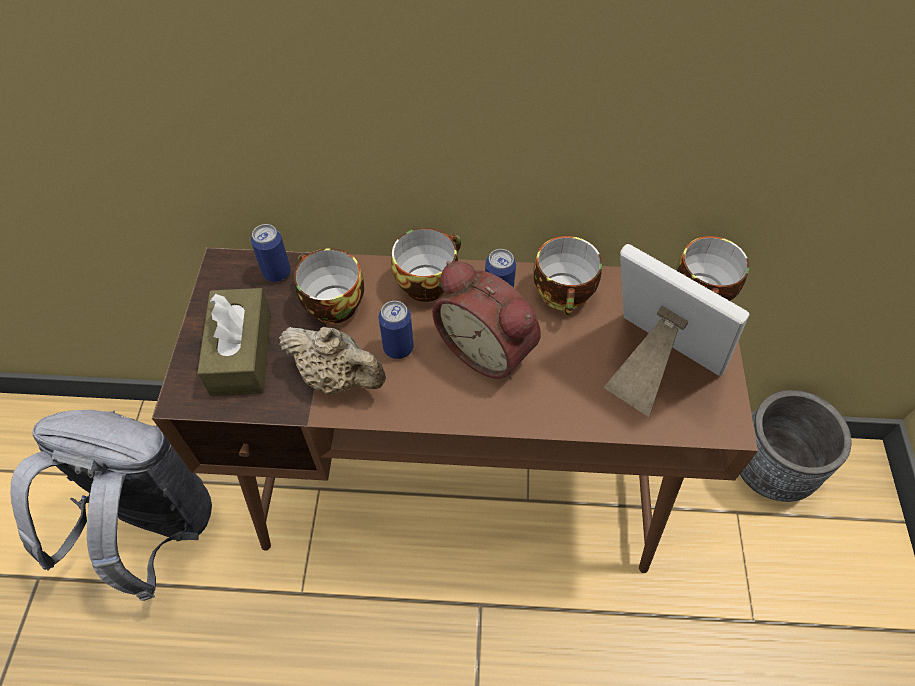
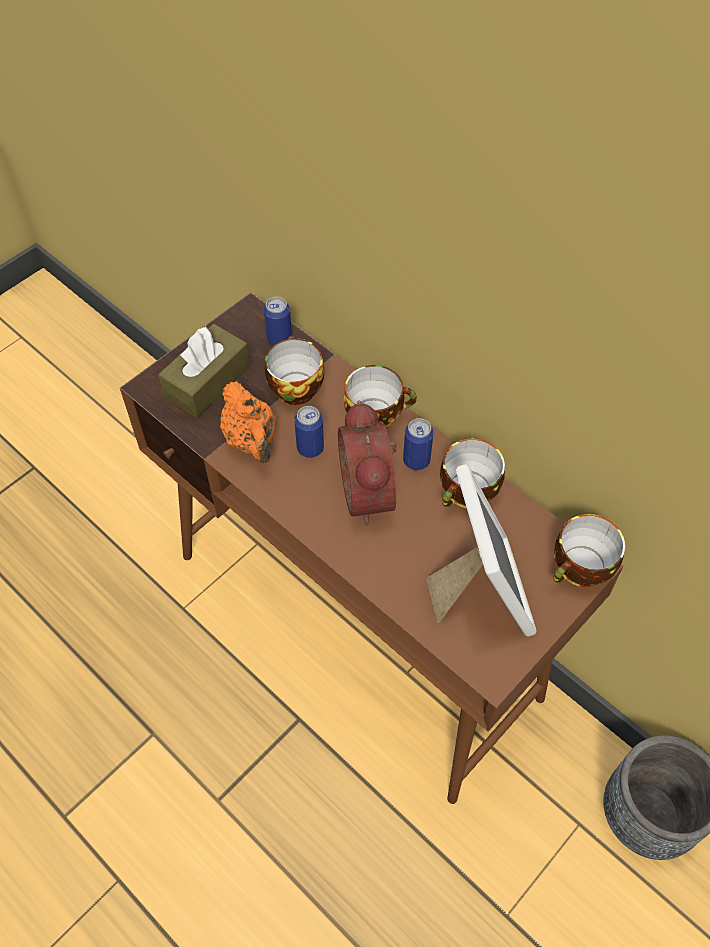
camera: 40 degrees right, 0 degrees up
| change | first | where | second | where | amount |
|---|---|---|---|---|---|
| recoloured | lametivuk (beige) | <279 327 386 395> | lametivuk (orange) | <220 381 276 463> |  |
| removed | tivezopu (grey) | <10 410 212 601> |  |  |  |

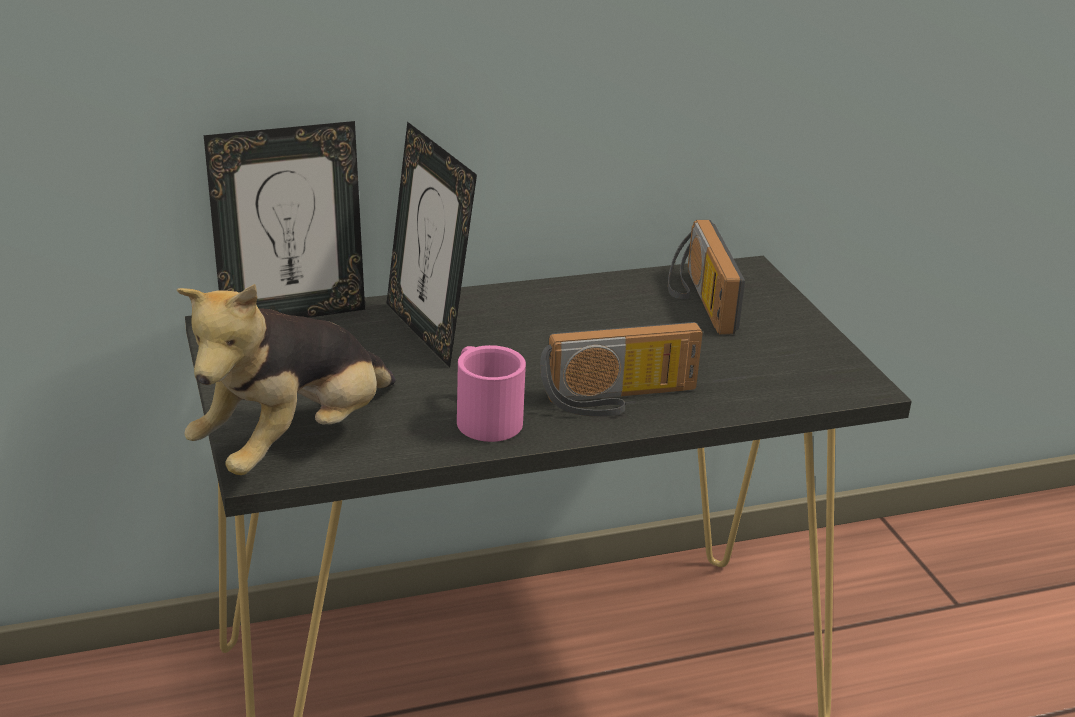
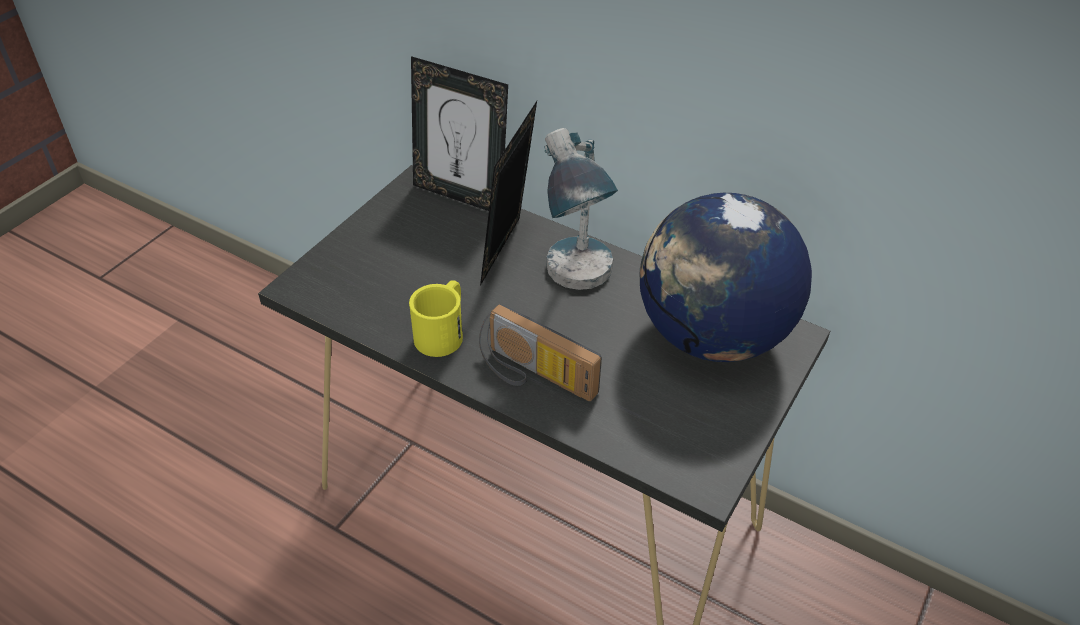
camera: 50 degrees right, 15 degrees up
| change | first | where | second | where | amount |
|---|---|---|---|---|---|
| recoloured | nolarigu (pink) | <457 345 526 442> | nolarigu (yellow) | <409 280 463 357> |  |
| added |  |  | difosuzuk | <544 128 618 290> |  |
| replaced | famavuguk | <668 220 745 335> | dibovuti | <640 193 812 362> |  |
| removed | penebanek | <177 284 396 475> |  |  |  |

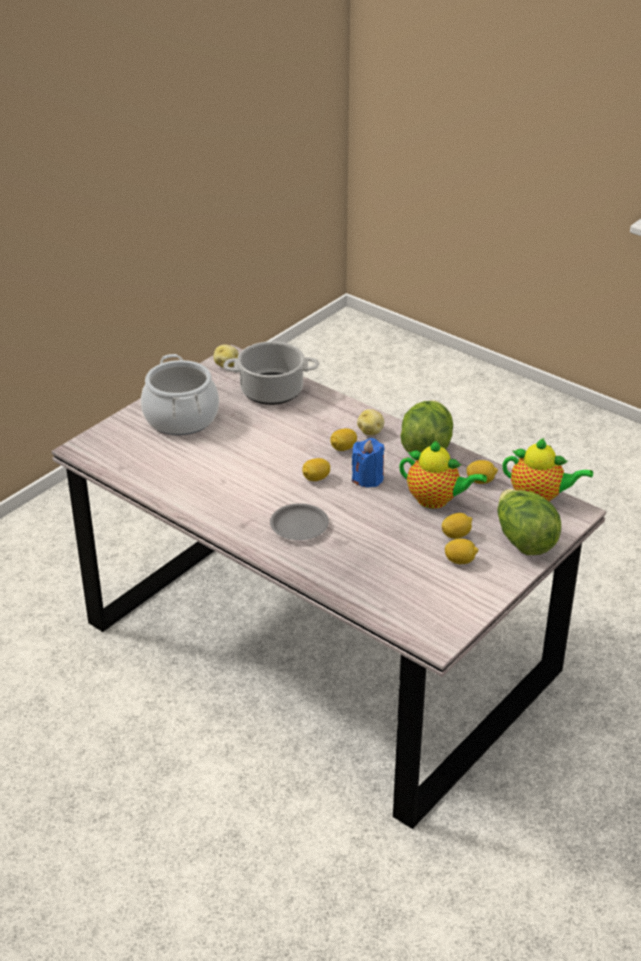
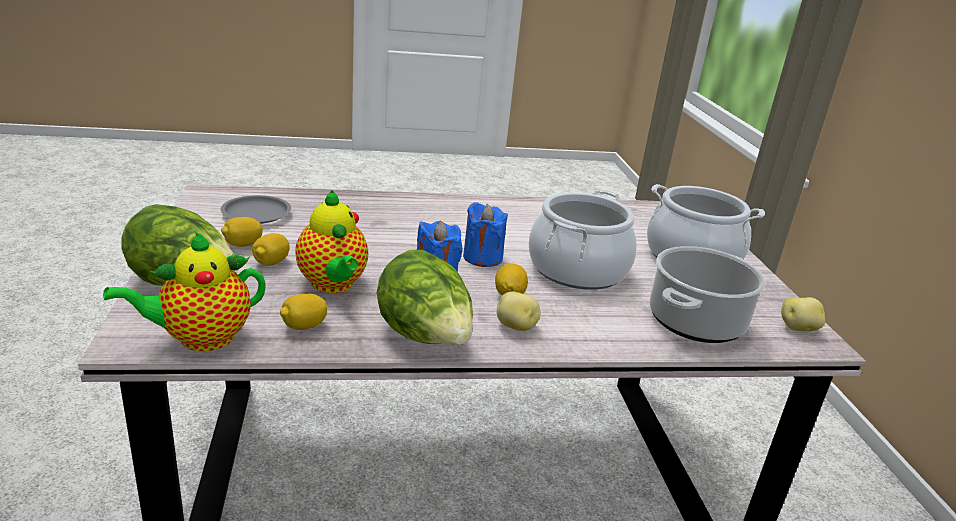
camera: 130 degrees right, 10 degrees down
| change | first | where | second | where | amount |
|---|---|---|---|---|---|
| moved | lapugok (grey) | <270 503 329 540> |  | <221 195 291 224> |  |
| turned | lametivuk | <399 441 487 509> |  | <295 190 368 293> | 90 degrees counterclockwise |
| replaced | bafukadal | <302 458 330 481> | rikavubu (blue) | <463 202 508 267> |  |
| added |  |  | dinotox | <529 189 637 290> |  |

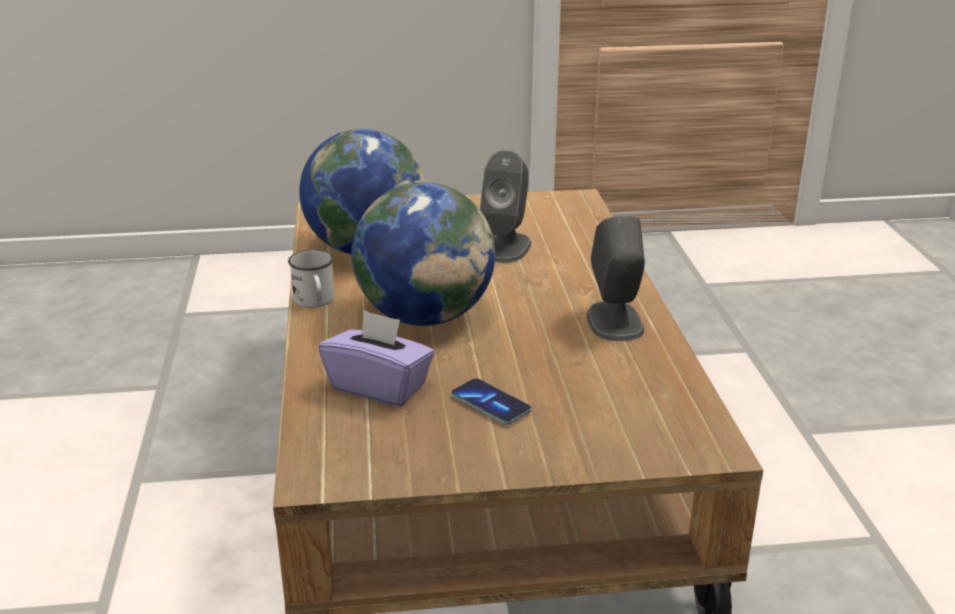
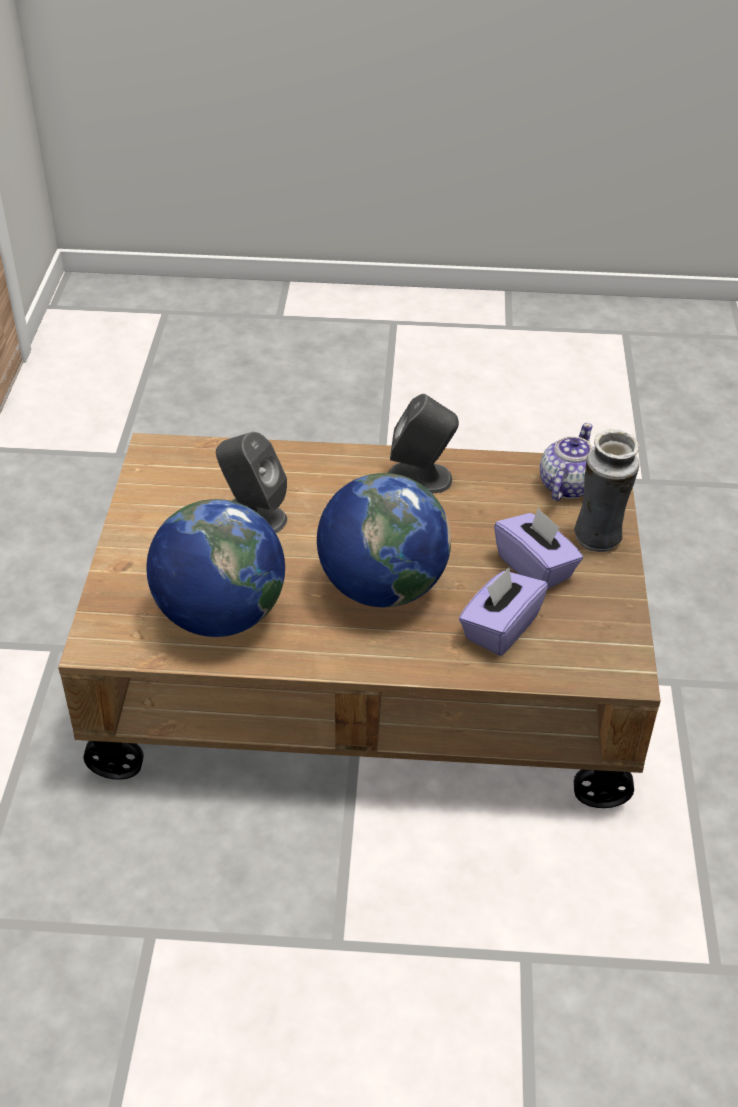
camera: 80 degrees left, 15 degrees up
| change | first | where | second | where | amount |
|---|---|---|---|---|---|
| replaced | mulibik | <451 378 531 425> | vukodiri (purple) | <494 507 583 590> |  |
| added |  |  | lametivuk | <540 423 594 501> |  |
| added |  |  | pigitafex | <574 429 639 552> |  |
| removed | nolarigu (white) | <288 250 334 308> |  |  |  |

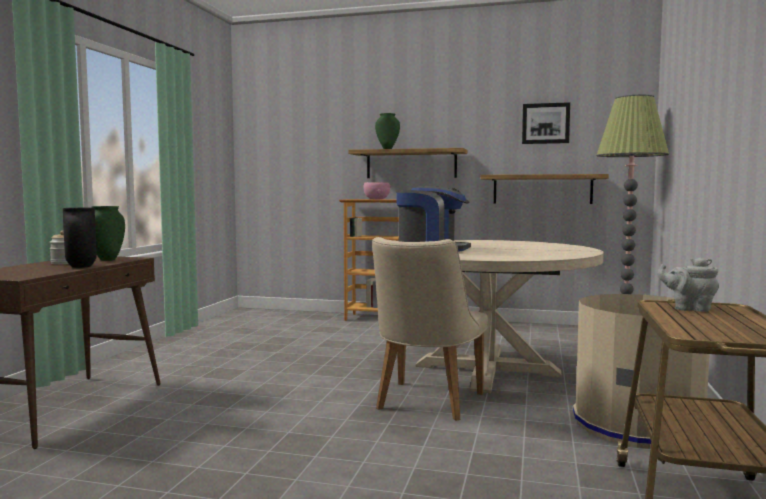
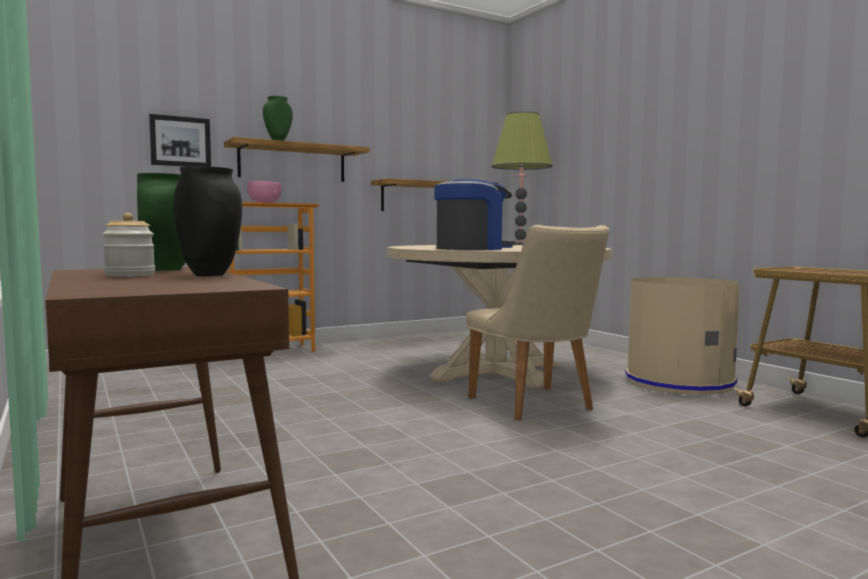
camera: 45 degrees left, 0 degrees up
| change | first | where | second | where | amount |
|---|---|---|---|---|---|
| moved | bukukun | <522 102 570 144> |  | <149 114 211 167> |  |
| removed | lametivuk (grey) | <657 257 719 312> |  |  |  |

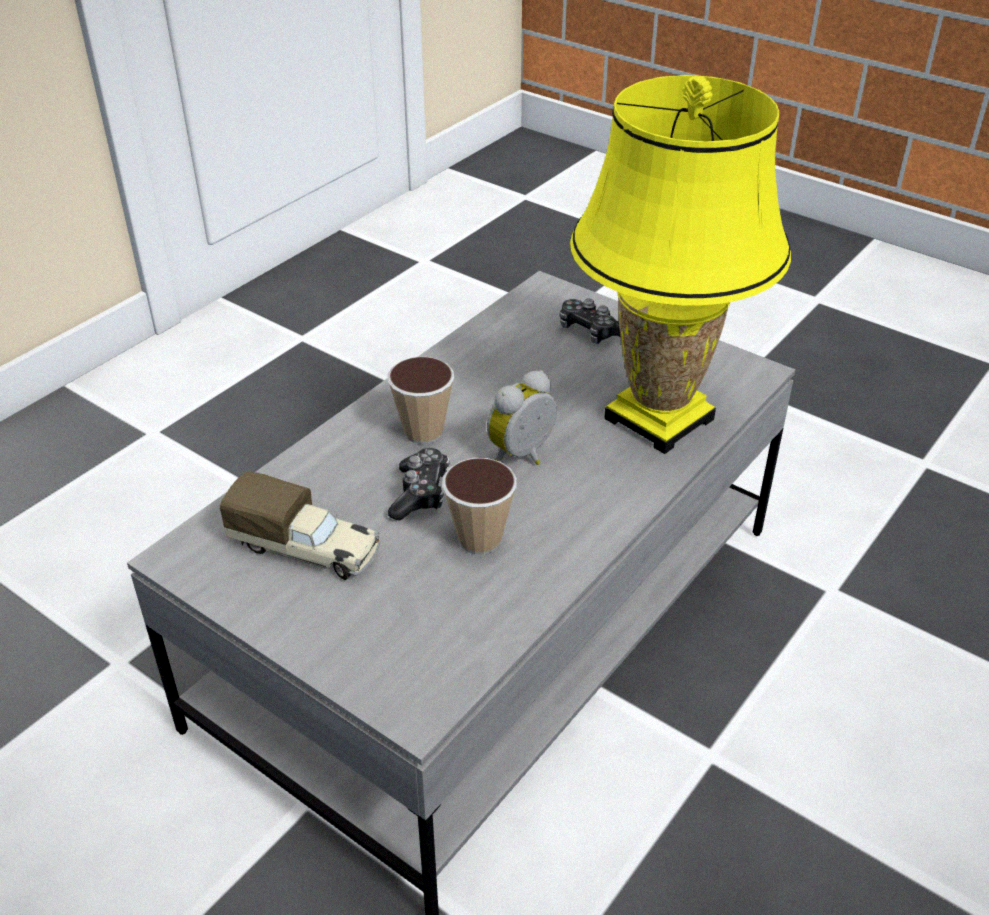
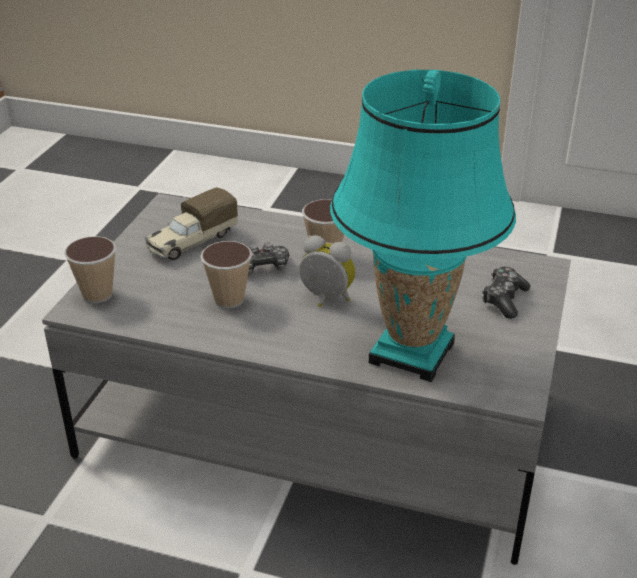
camera: 70 degrees right, 5 degrees down
| change | first | where | second | where | amount |
|---|---|---|---|---|---|
| added |  |  | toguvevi | <64 236 116 303> |  |
| turned | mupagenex | <220 471 381 580> |  | <145 187 238 260> | 45 degrees clockwise |
| recoloured | difosuzuk (yellow) | <570 75 791 454> | difosuzuk (turquoise) | <330 70 516 382> |  |

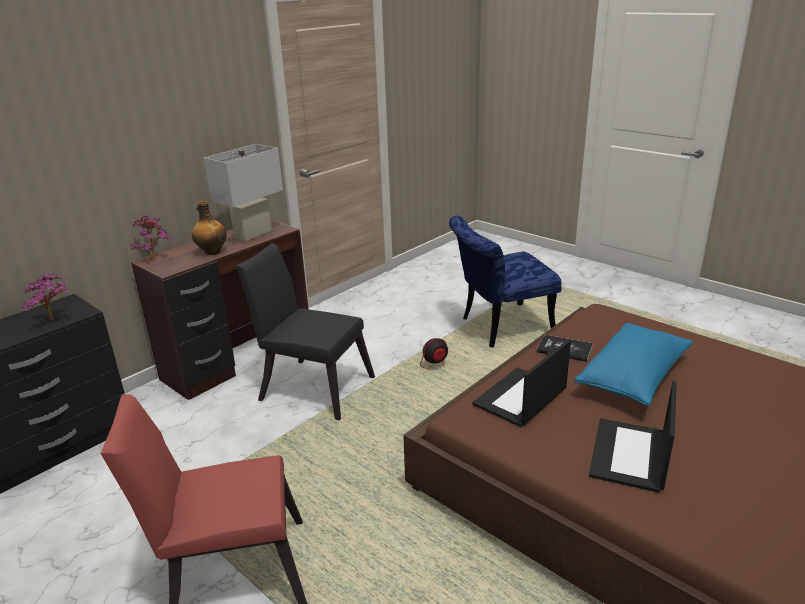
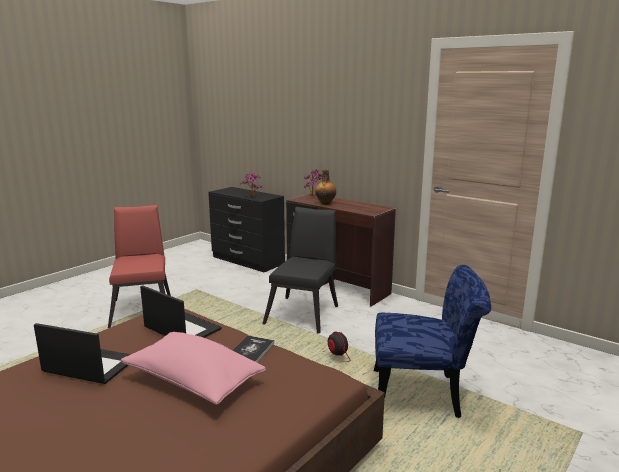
camera: 85 degrees right, 10 degrees down
| change | first | where | second | where | amount |
|---|---|---|---|---|---|
| recoloured | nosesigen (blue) | <575 323 693 406> | nosesigen (pink) | <120 332 266 405> |  |
| turned | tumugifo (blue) | <449 216 562 348> |  | <374 265 491 418> | 120 degrees clockwise |
| removed | difosuzuk (white) | <204 144 283 241> |  |  |  |

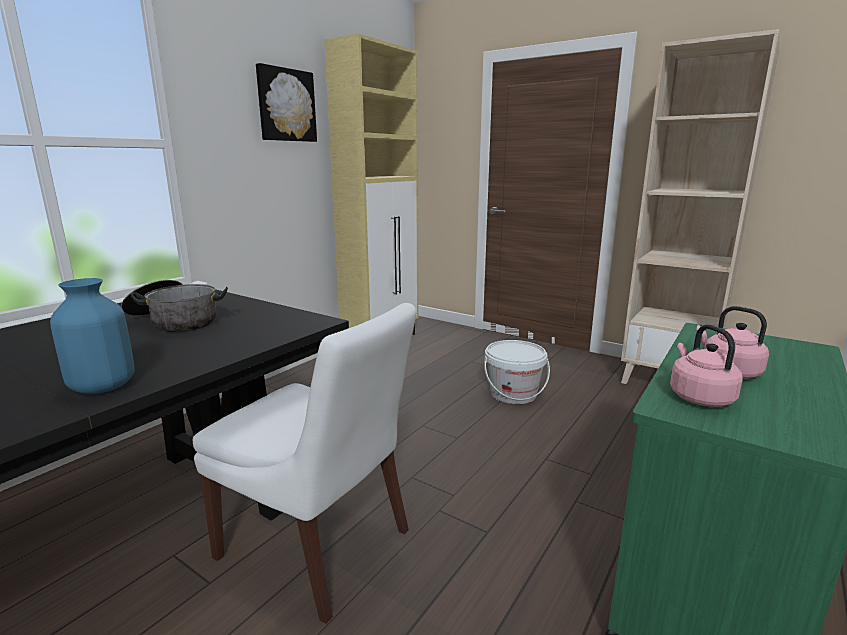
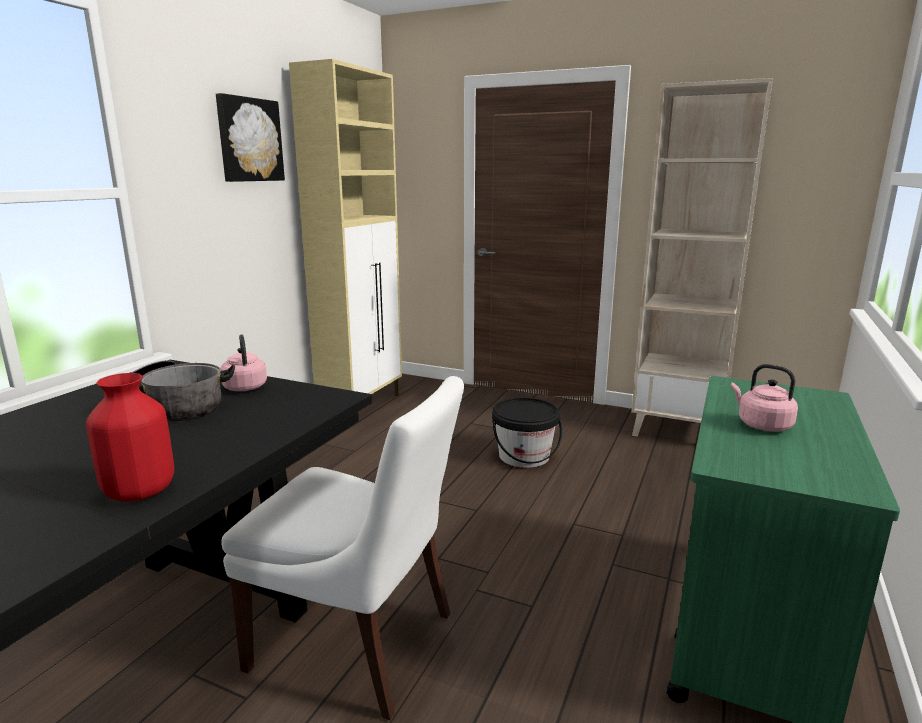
camera: 10 degrees left, 0 degrees up
| change | first | where | second | where | amount |
|---|---|---|---|---|---|
| recoloured | pigitafex (blue) | <50 278 135 394> | pigitafex (red) | <86 373 174 502> |  |
| moved | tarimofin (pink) | <670 324 743 407> |  | <220 334 267 391> |  |
| recoloured | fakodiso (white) | <484 340 550 404> | fakodiso (black) | <492 397 562 468> |  |

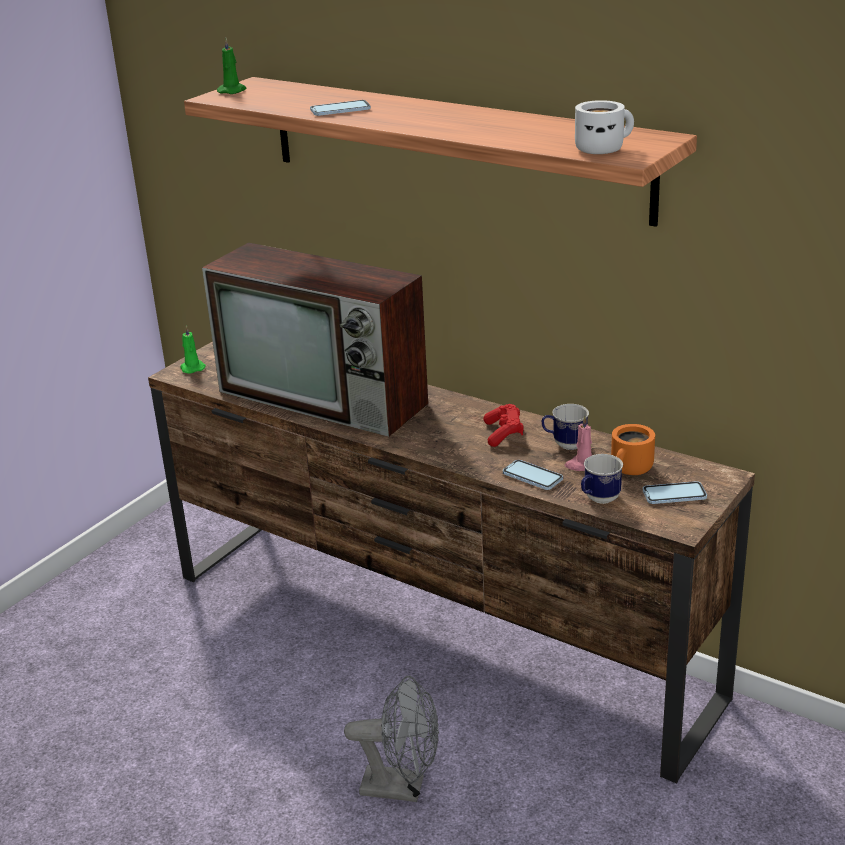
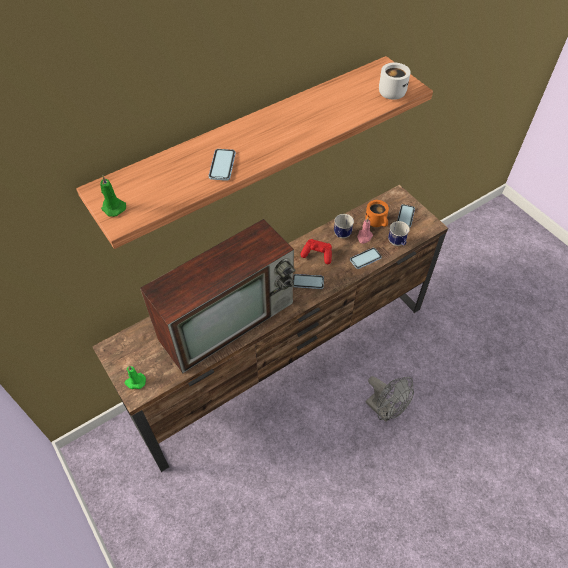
camera: 70 degrees left, 25 degrees up
| change | first | where | second | where | amount |
|---|---|---|---|---|---|
| added |  |  | mulibik | <293 274 324 289> |  |
| turned | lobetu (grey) | <344 676 439 802> |  | <365 376 414 422> | 105 degrees clockwise |

